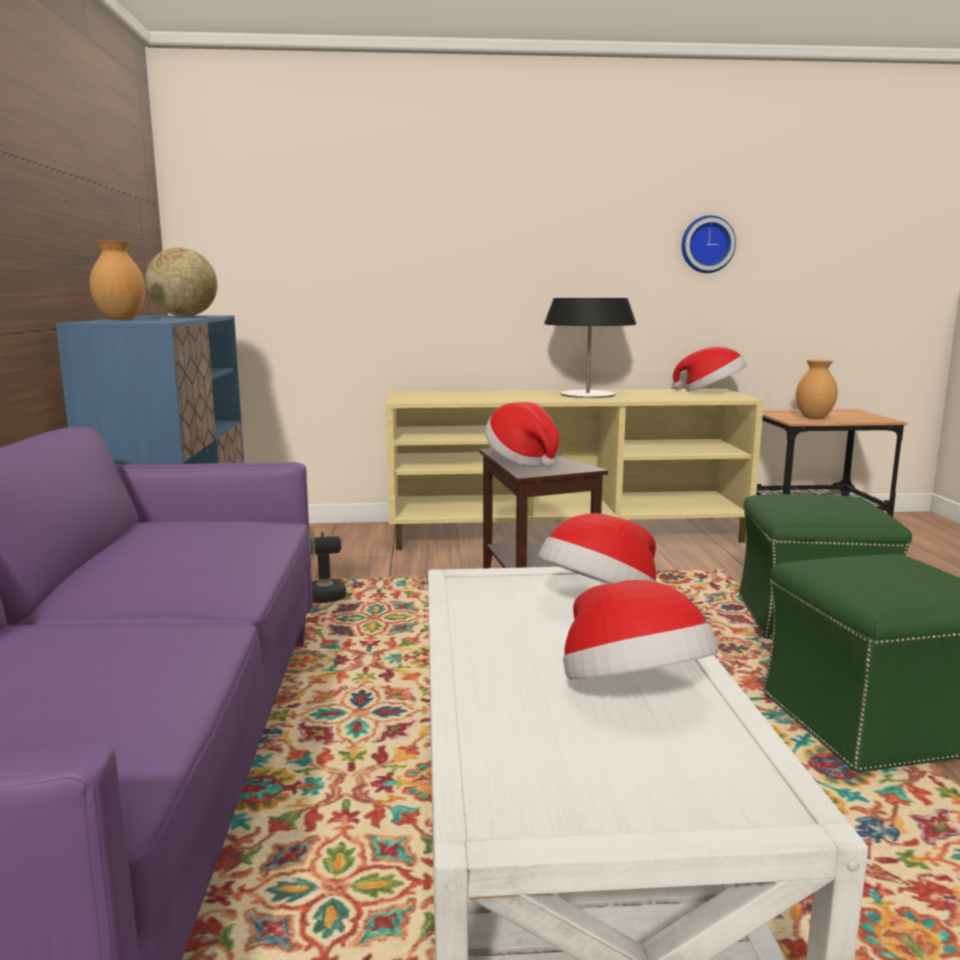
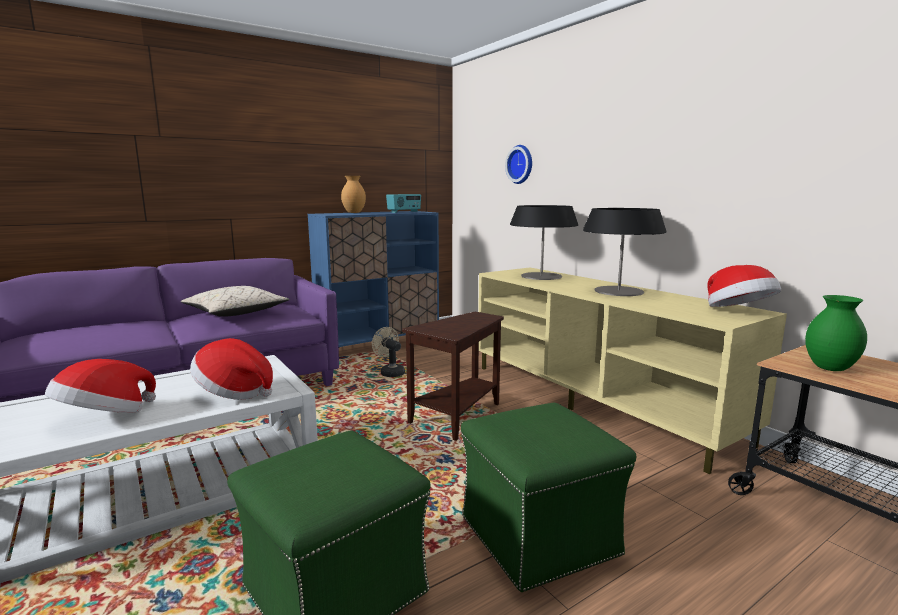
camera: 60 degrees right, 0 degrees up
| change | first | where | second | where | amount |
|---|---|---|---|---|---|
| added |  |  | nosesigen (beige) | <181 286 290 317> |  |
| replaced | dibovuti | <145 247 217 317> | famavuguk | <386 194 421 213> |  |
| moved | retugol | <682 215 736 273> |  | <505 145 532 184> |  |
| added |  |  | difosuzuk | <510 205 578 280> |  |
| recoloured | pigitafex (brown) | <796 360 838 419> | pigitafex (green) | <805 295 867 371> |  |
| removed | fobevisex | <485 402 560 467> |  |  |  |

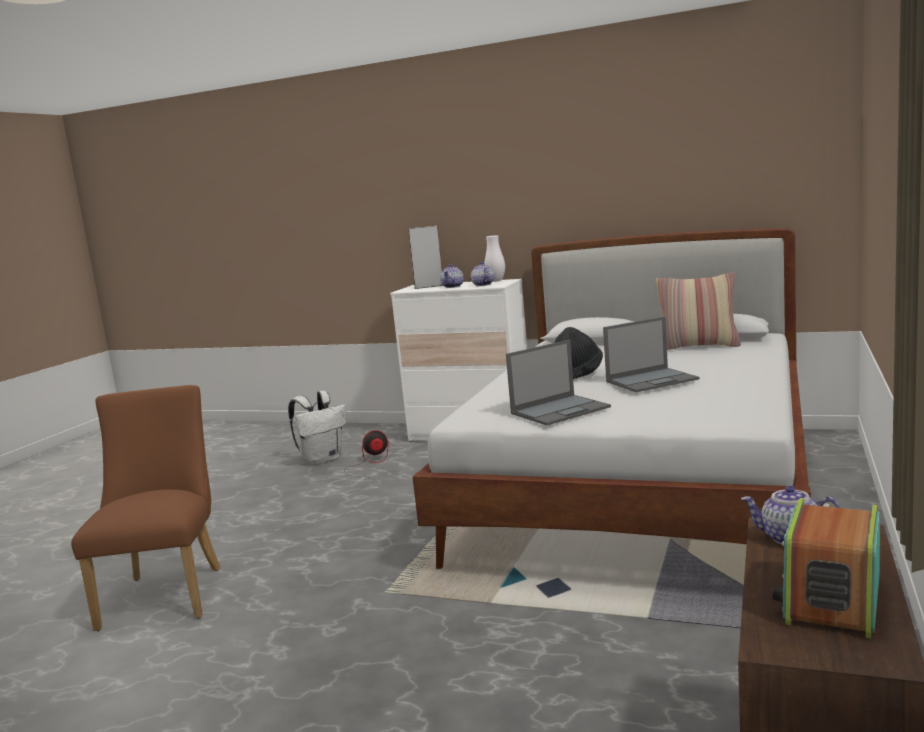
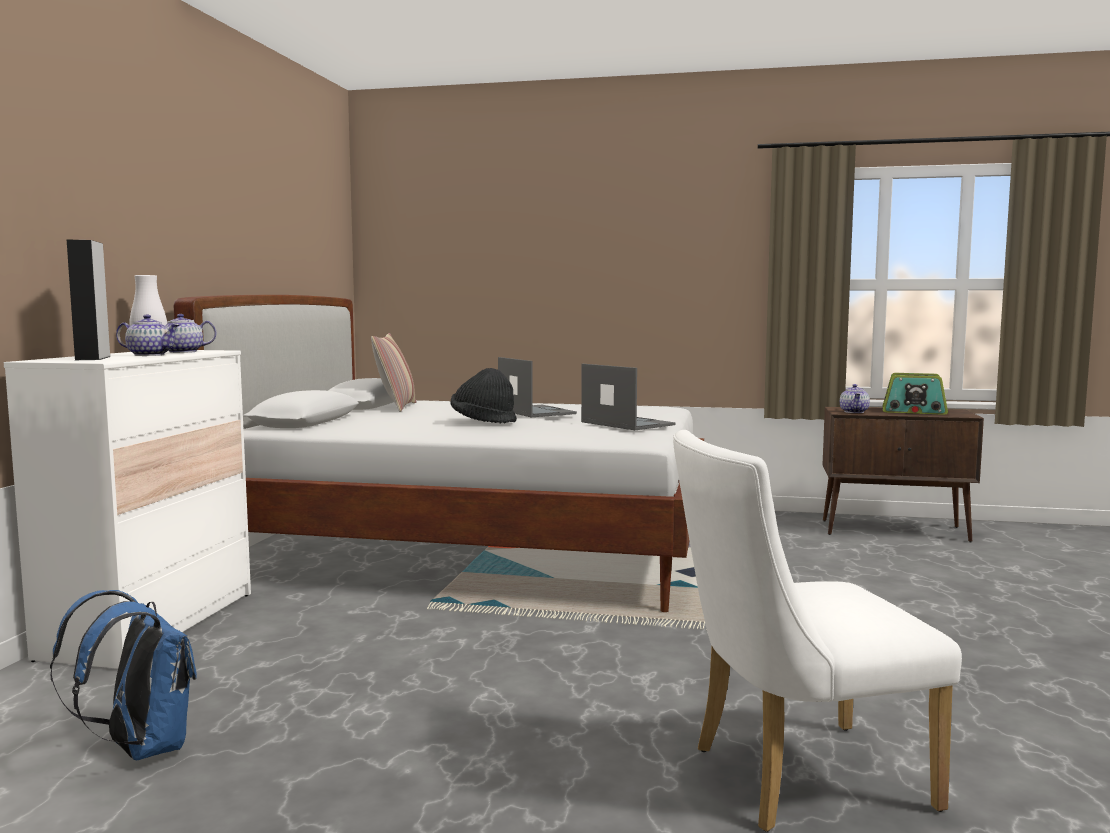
camera: 100 degrees left, 5 degrees down
| change | first | where | second | where | amount |
|---|---|---|---|---|---|
| recoloured | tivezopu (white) | <288 391 346 465> | tivezopu (blue) | <50 590 197 760> |  |
| recoloured | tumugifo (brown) | <71 385 221 631> | tumugifo (white) | <673 430 962 832> |  |
| removed | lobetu | <344 430 389 480> |  |  |  |

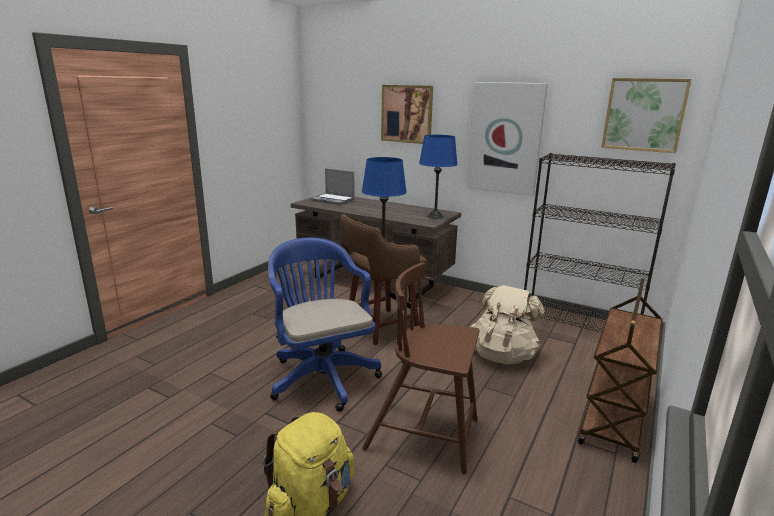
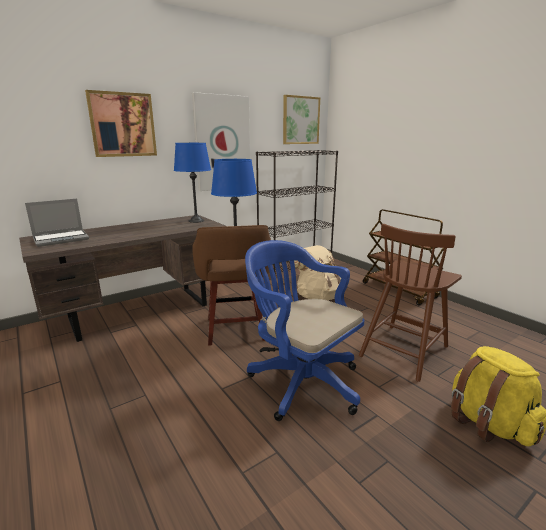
camera: 65 degrees left, 0 degrees up
| change | first | where | second | where | amount |
|---|---|---|---|---|---|
| turned | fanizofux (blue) | <268 237 382 412> |  | <245 240 364 421> | 45 degrees clockwise |

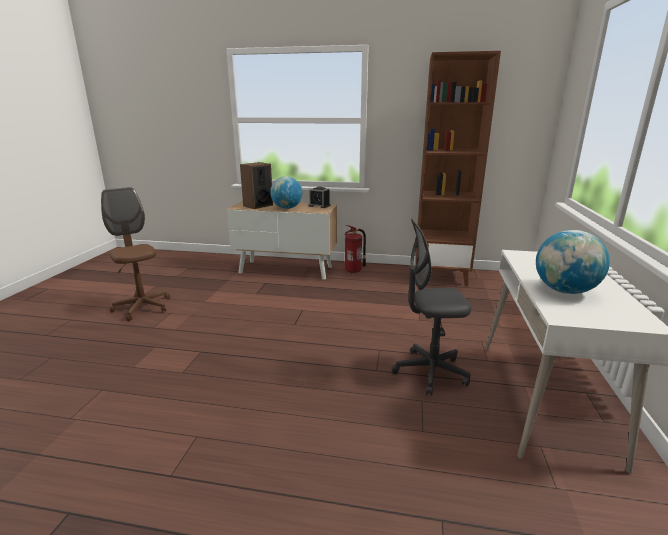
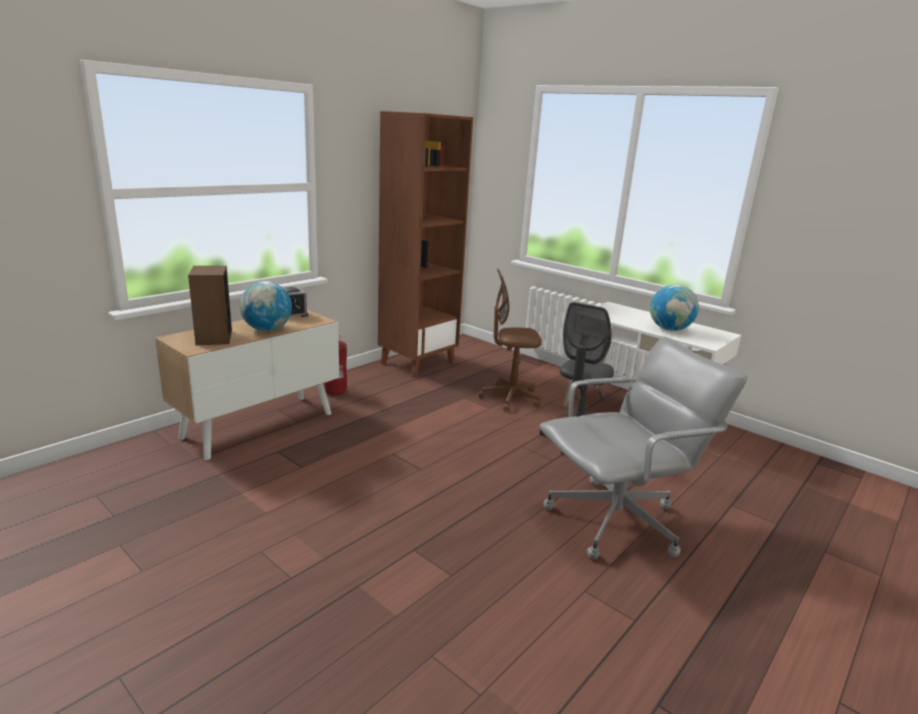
camera: 60 degrees left, 0 degrees up
| change | first | where | second | where | amount |
|---|---|---|---|---|---|
| moved | fanizofux (brown) | <101 187 170 322> |  | <478 269 542 412> |  |
| added |  |  | fanizofux (grey) | <539 337 747 560> |  |

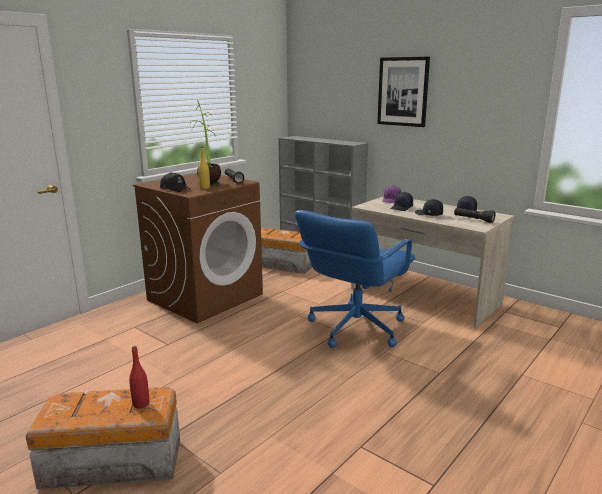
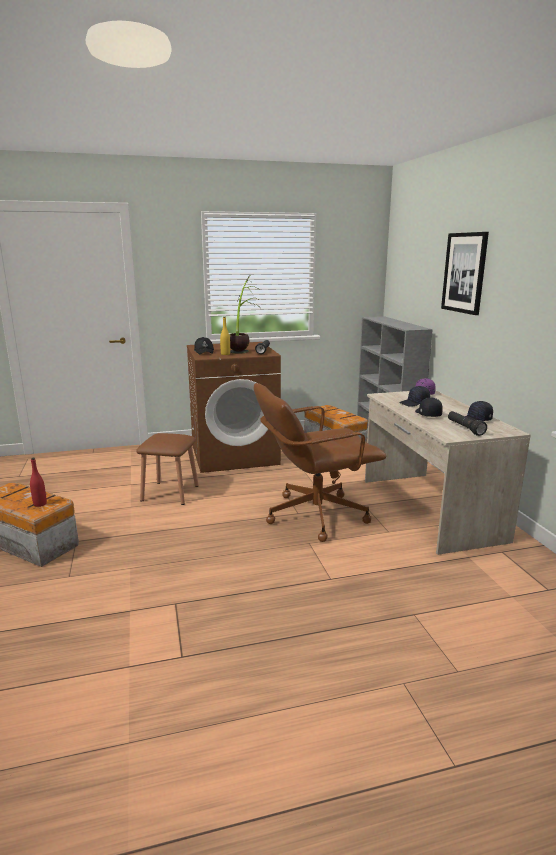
camera: 35 degrees right, 0 degrees up
| change | first | where | second | where | amount |
|---|---|---|---|---|---|
| added |  |  | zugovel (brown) | <136 433 199 505> |  |
| recoloured | fanizofux (blue) | <295 210 415 348> | fanizofux (brown) | <254 383 386 542> |  |

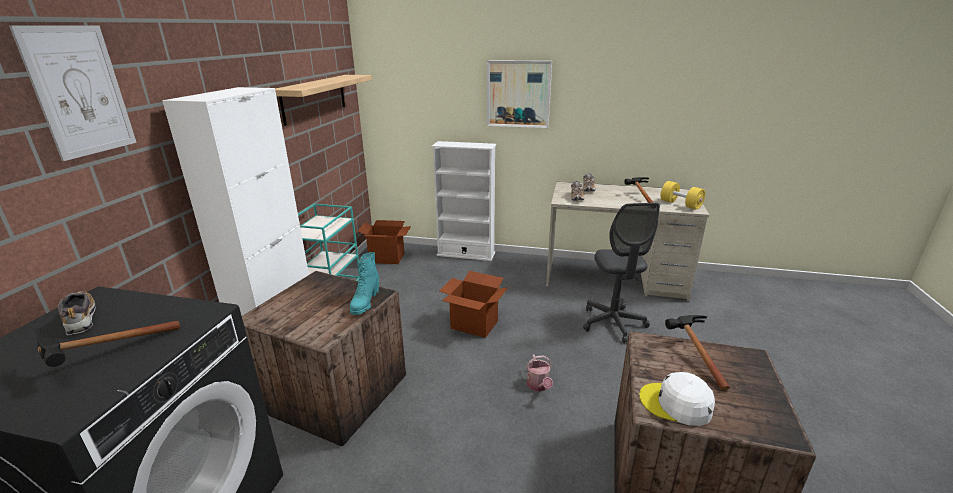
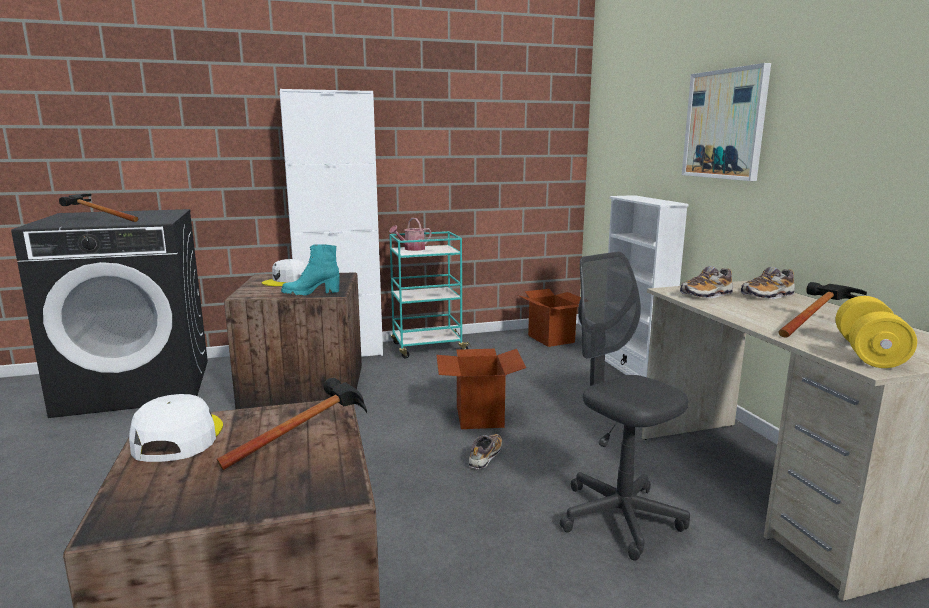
camera: 60 degrees right, 10 degrees down
| change | first | where | second | where | amount |
|---|---|---|---|---|---|
| added |  |  | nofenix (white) | <262 259 307 286> |  |
| moved | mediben | <526 355 553 391> |  | <389 218 432 251> |  |
| moved | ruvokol | <58 291 96 335> |  | <469 434 502 469> |  |
| turned | fanizofux (grey) | <583 203 660 343> |  | <560 251 690 560> | 90 degrees clockwise |
| removed | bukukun | <9 25 137 161> |  |  |  |
| removed | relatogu | <275 75 372 126> |  |  |  |

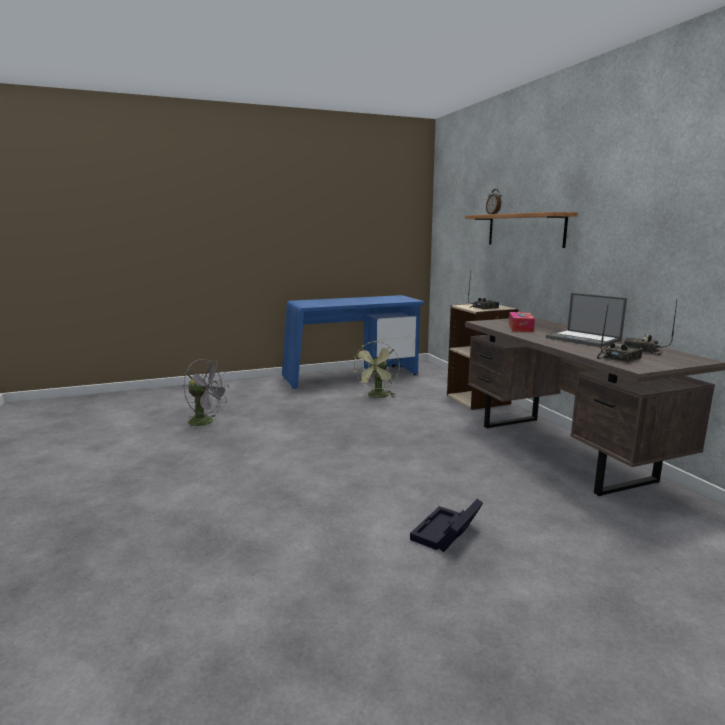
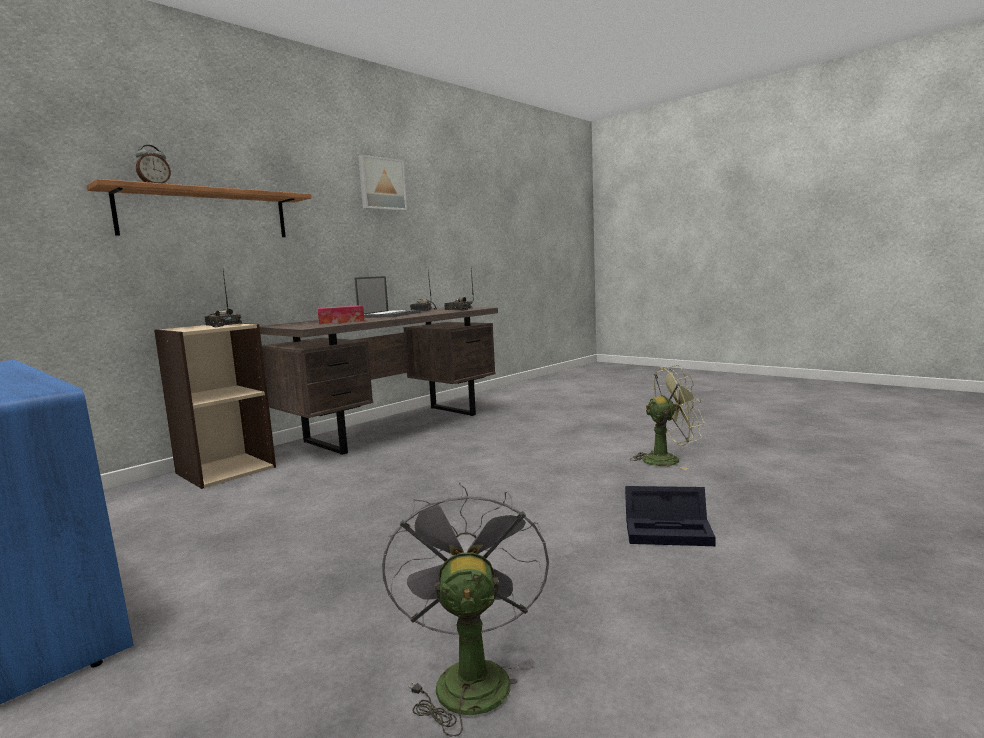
camera: 115 degrees left, 5 degrees down
| change | first | where | second | where | amount |
|---|---|---|---|---|---|
| added |  |  | bukukun | <358 155 407 211> |  |
| moved | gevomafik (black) | <410 499 483 552> |  | <625 486 716 546> |  |
| moved | lobetu (green) | <352 341 400 398> |  | <630 365 705 470> |  |

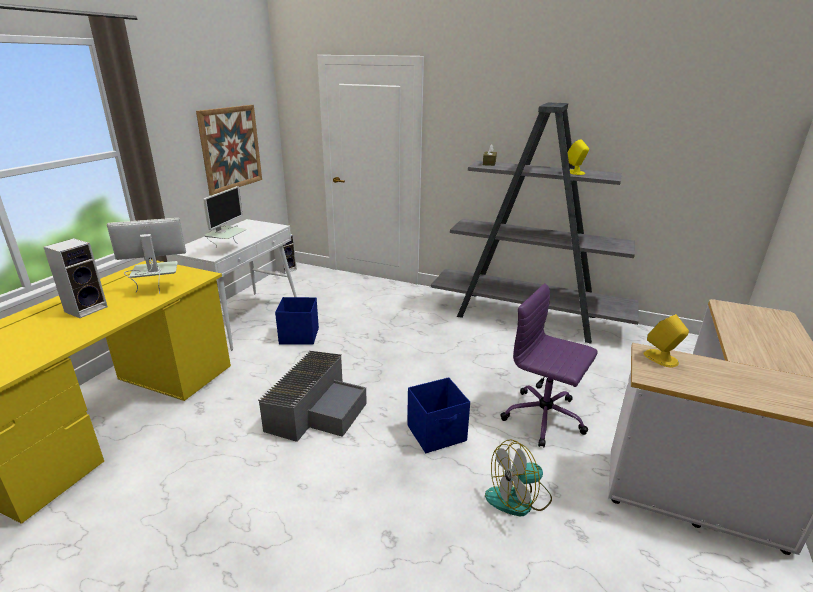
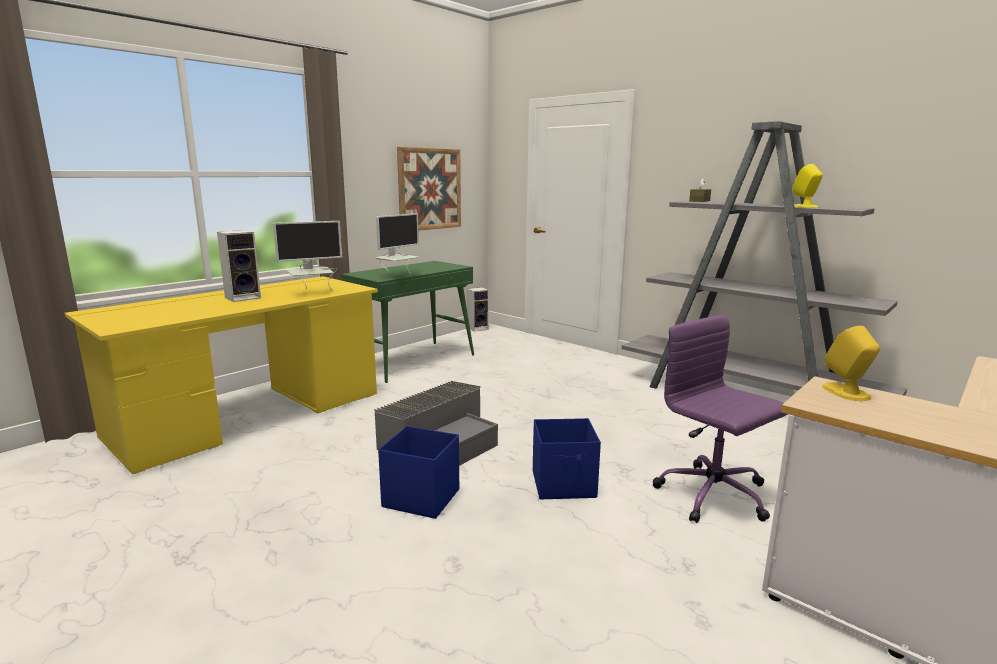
camera: 20 degrees right, 10 degrees down
| change | first | where | second | where | amount |
|---|---|---|---|---|---|
| turned | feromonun | <107 218 186 294> |  | <273 221 342 291> | 150 degrees clockwise |
| recoloured | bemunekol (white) | <166 219 297 350> | bemunekol (green) | <341 261 474 383> |  |
| moved | gevomafik (blue) | <275 297 319 345> |  | <378 426 459 519> |  |
| removed | lobetu | <485 439 552 516> |  |  |  |

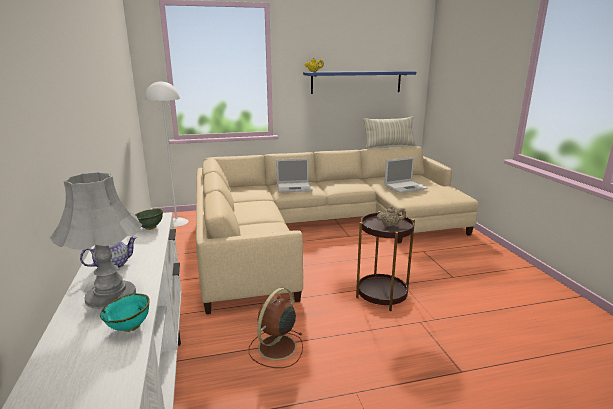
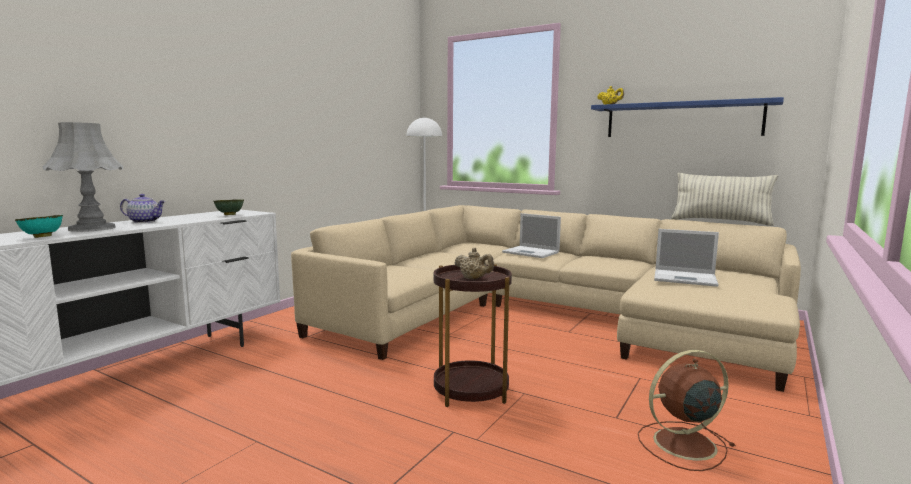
camera: 45 degrees right, 10 degrees down
| change | first | where | second | where | amount |
|---|---|---|---|---|---|
| moved | lobetu (brown) | <249 288 303 368> |  | <638 350 735 471> |  |

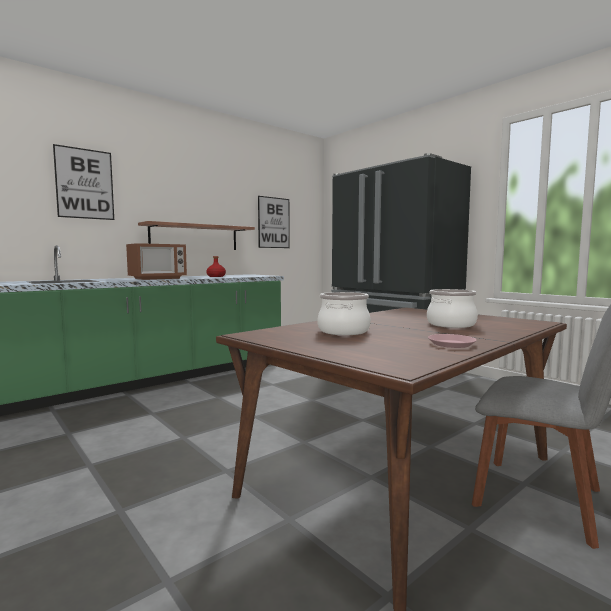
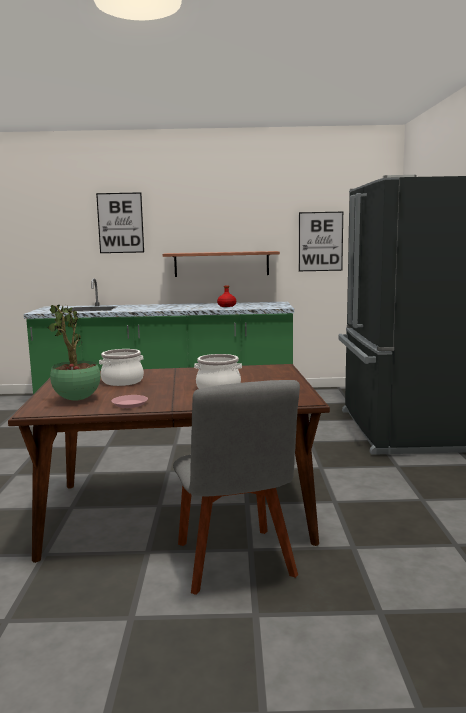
camera: 40 degrees right, 5 degrees up
| change | first | where | second | where | amount |
|---|---|---|---|---|---|
| added |  |  | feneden | <48 305 100 401> |  |
| removed | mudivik | <126 243 187 280> |  |  |  |

